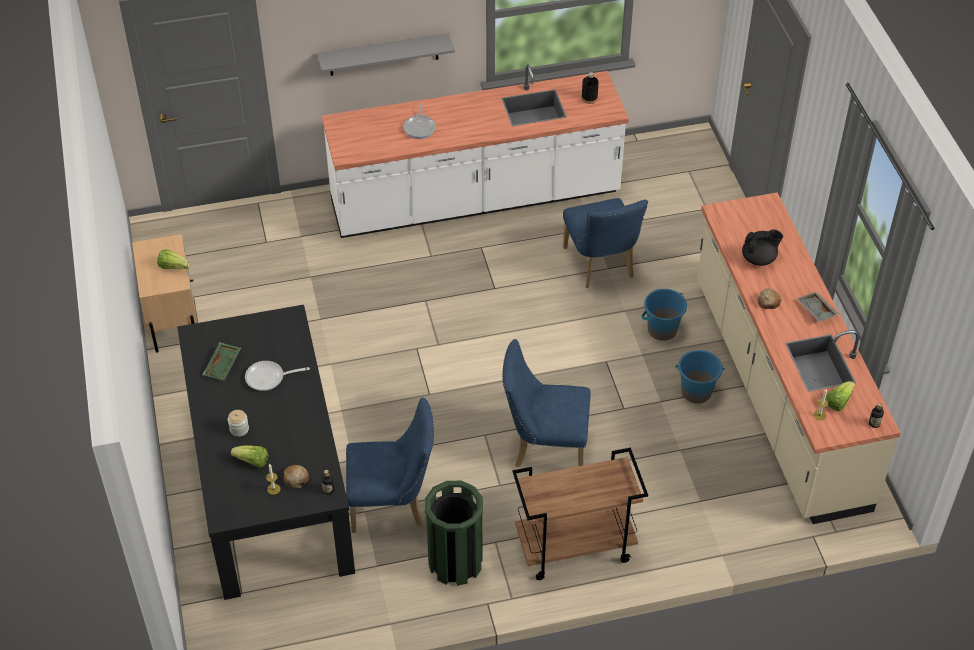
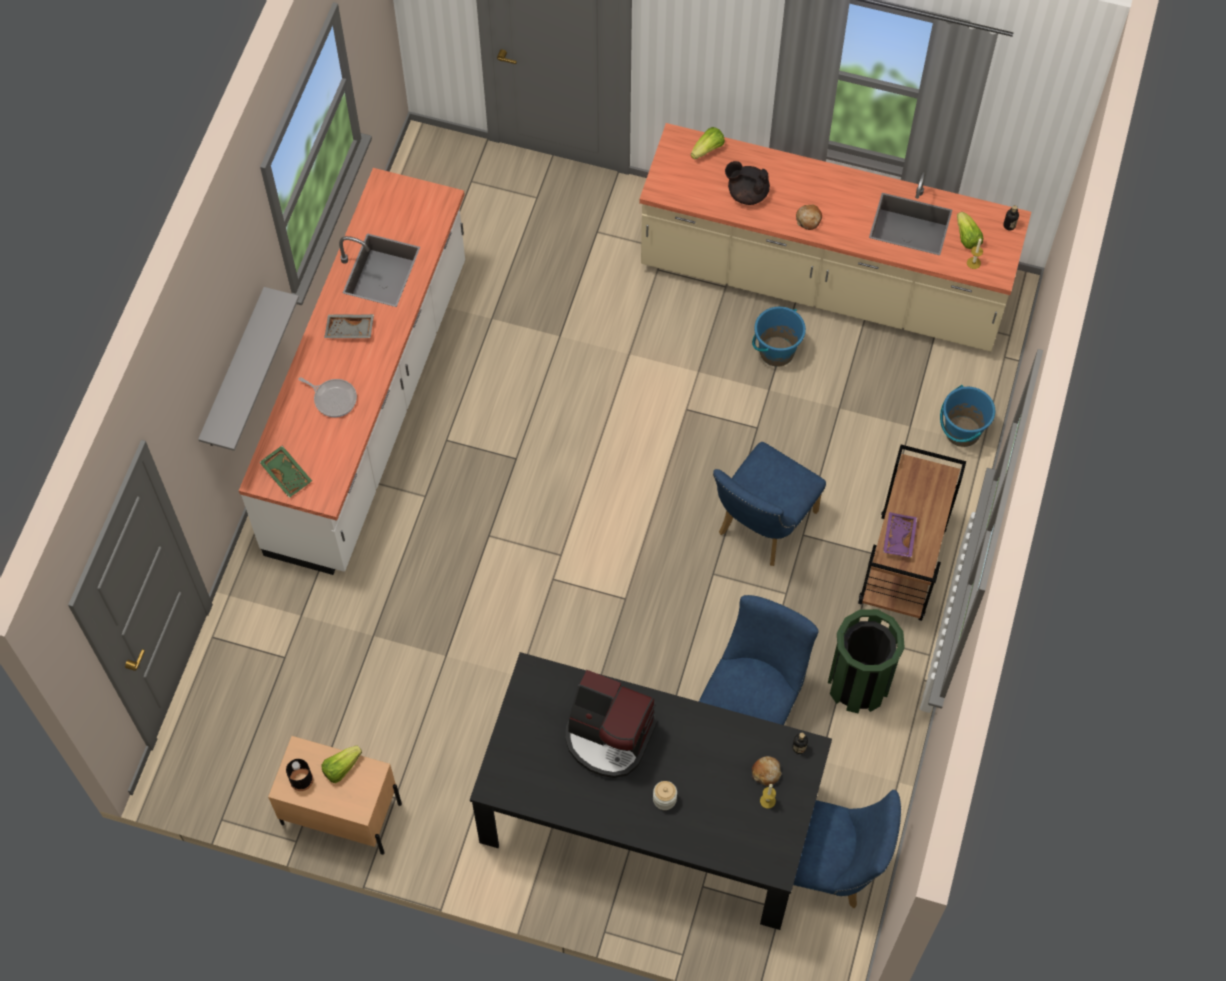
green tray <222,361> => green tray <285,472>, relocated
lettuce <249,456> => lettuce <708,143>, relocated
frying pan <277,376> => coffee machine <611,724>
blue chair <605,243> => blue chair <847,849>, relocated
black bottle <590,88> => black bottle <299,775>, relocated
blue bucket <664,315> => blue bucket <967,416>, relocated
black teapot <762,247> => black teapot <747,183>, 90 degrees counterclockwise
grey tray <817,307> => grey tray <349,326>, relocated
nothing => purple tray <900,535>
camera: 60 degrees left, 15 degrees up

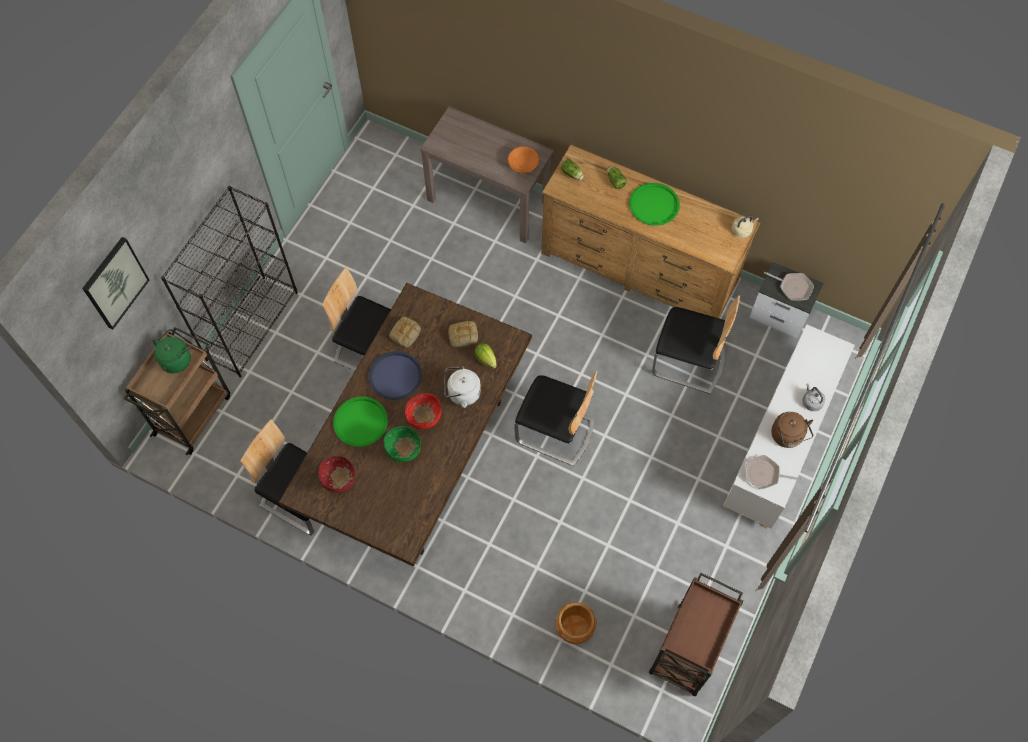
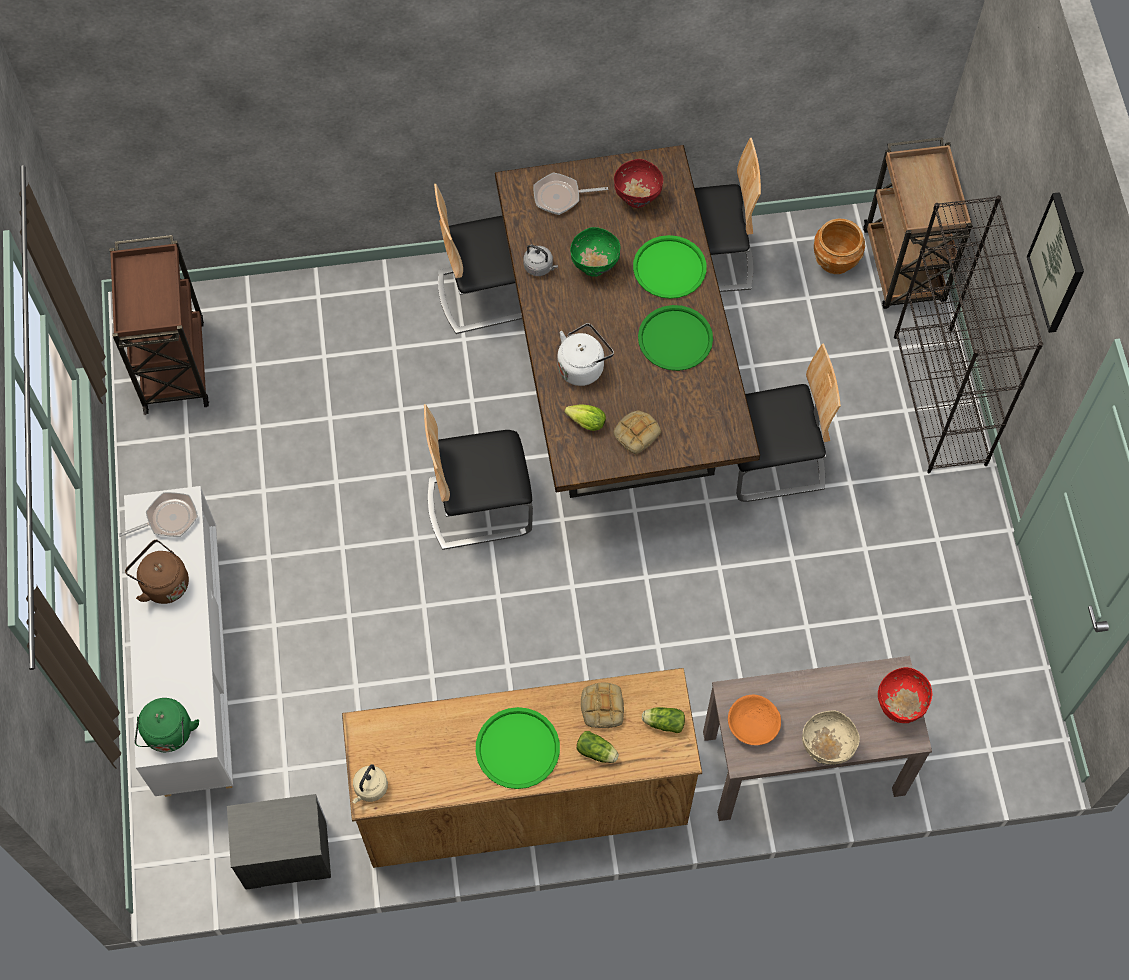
picture <116,283> => picture <1055,262>, relocated
green kettle <172,351> => green kettle <167,725>, relocated
blue tray <395,375> => green tray <675,338>
bread <405,332> => bread <602,705>, relocated
red bowl <423,411> => red bowl <905,695>, relocated
brown planter <576,623> => brown planter <839,246>, relocated
chair <696,345> => chair <478,259>, relocated
frying pan <789,286> => frying pan <570,193>, relocated
grey kettle <813,397> => grey kettle <540,260>, relocated
nothing => beige bowl <831,737>
camera: 145 degrees right, 0 degrees up

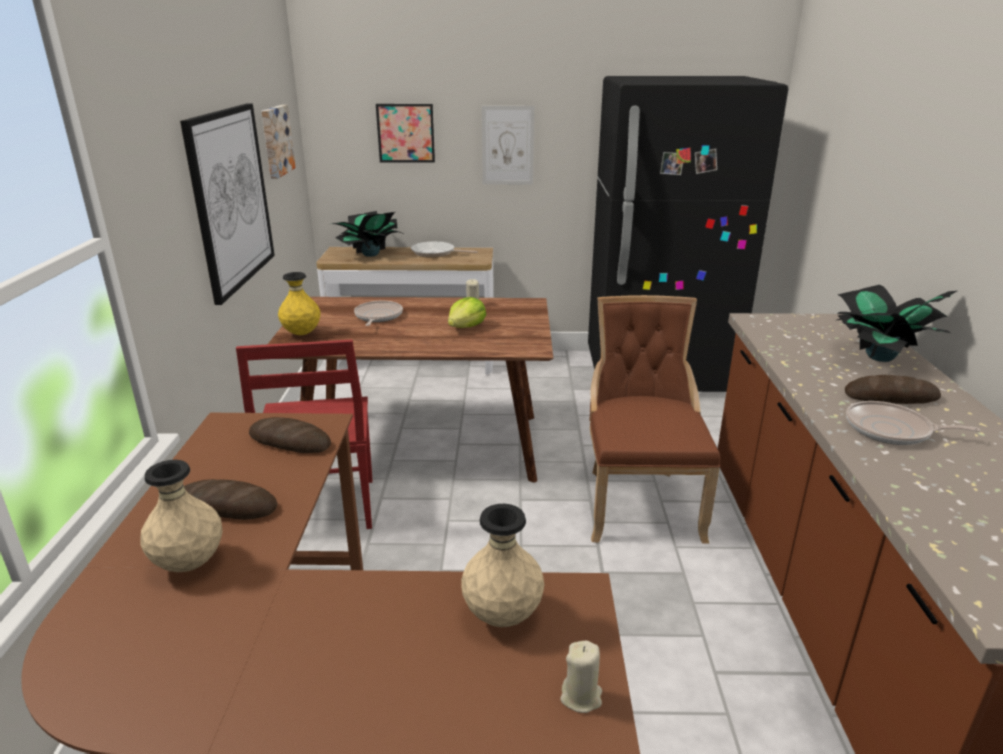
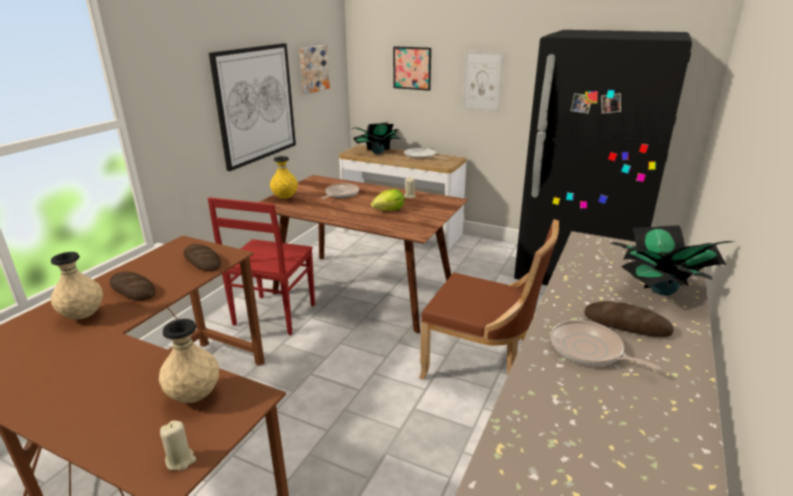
brown chair <654,419> => brown chair <489,299>, 90 degrees clockwise
camera: 25 degrees right, 0 degrees up

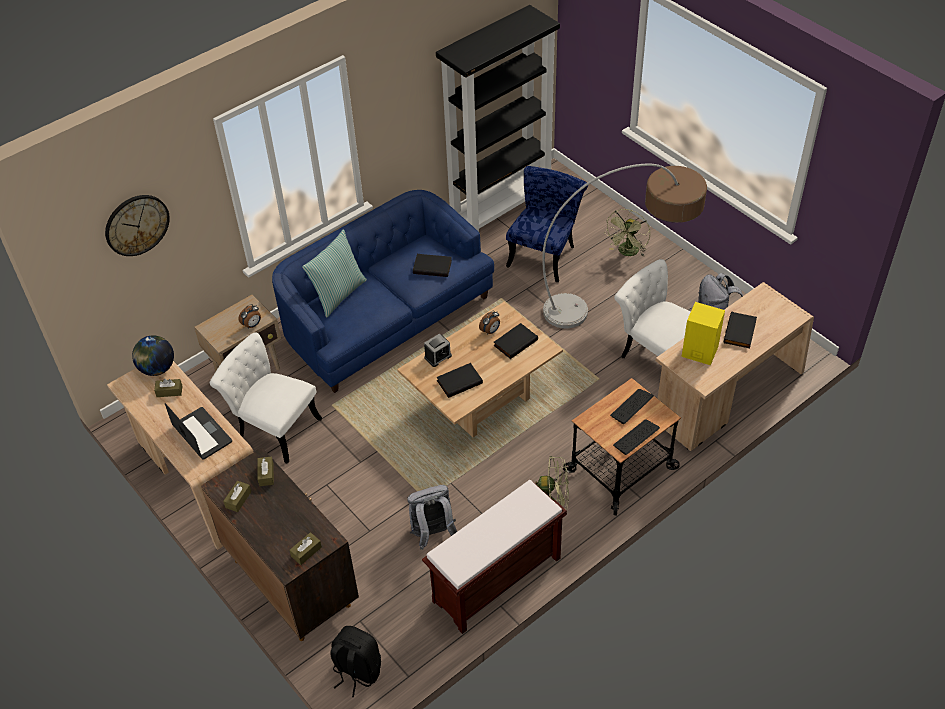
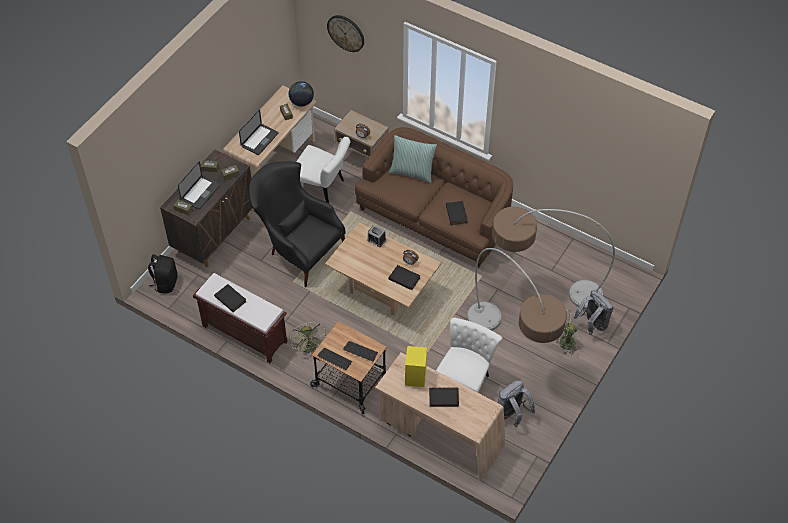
white chair <266,398> => white chair <323,170>, 105 degrees clockwise
blue sofa <383,291> => brown sofa <434,197>
grey backpack <432,517> => grey backpack <594,313>, relocated
black bookcase <498,118> => nothing
black book <460,380> => black book <230,298>, relocated
blue chair <547,224> => floor lamp <553,258>
nothing => laptop <199,185>
nothing => black armchair <297,224>
camera: 70 degrees right, 5 degrees up

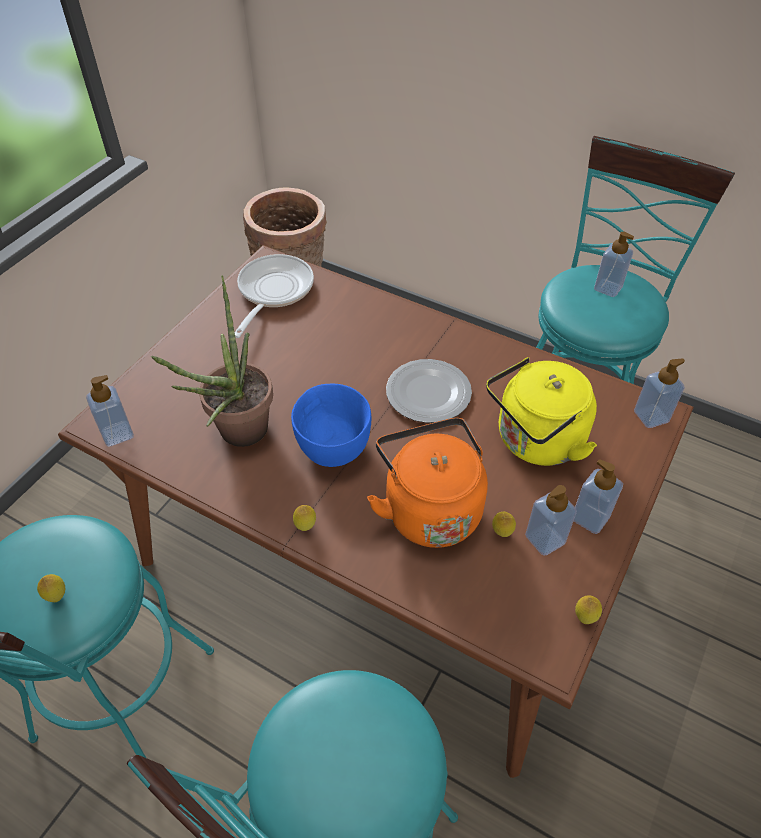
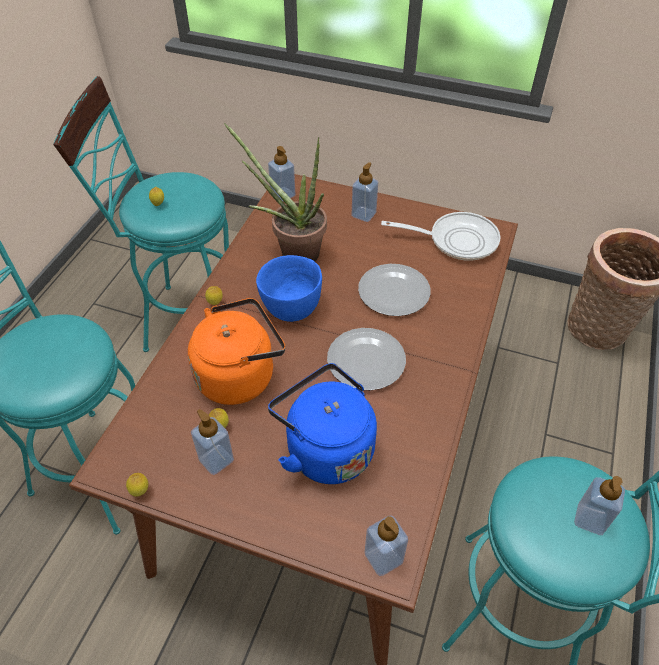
yellow kettle <541,411> => blue kettle <322,423>
soap dispenser <598,496> => soap dispenser <364,192>, relocated
nothing => plate <394,290>
camera: 80 degrees right, 0 degrees up

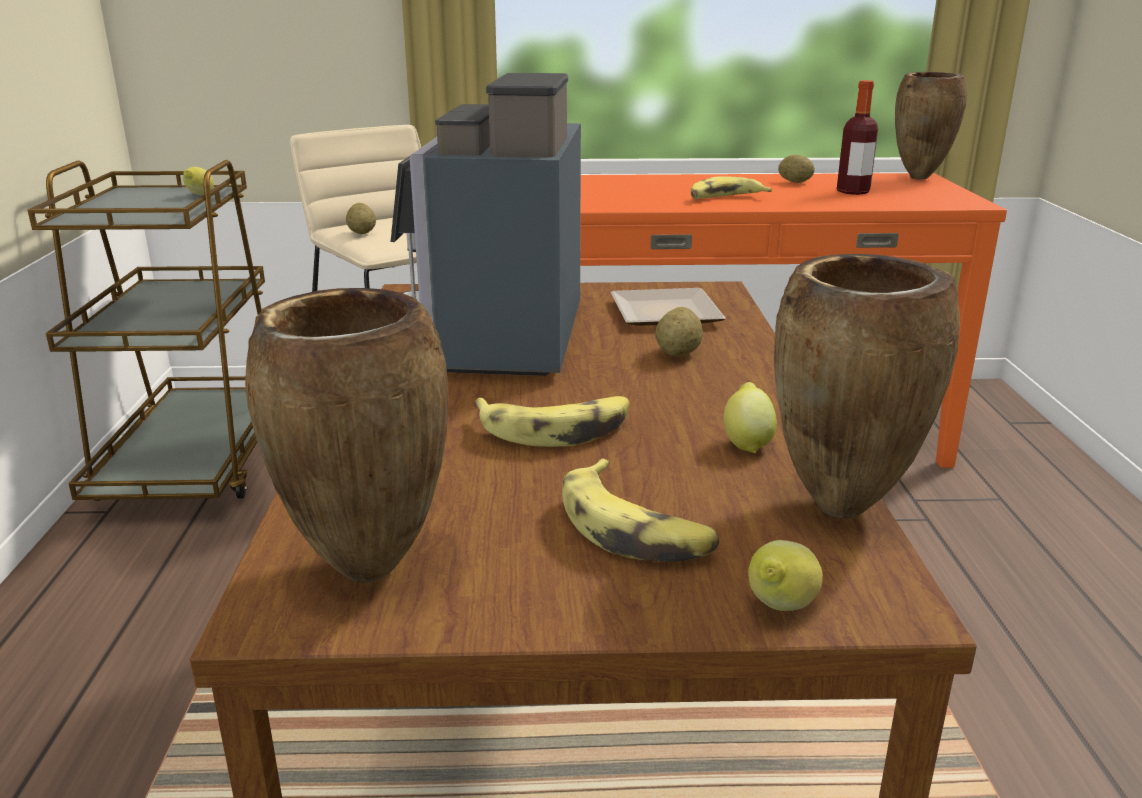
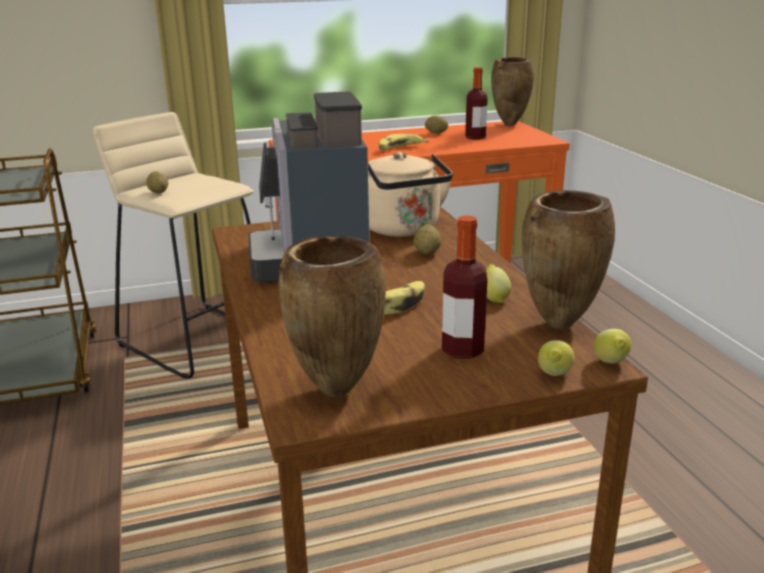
lemon <198,181> => lemon <612,346>, relocated
banana <641,510> => bottle <464,287>
plate <668,307> => beige kettle <410,194>
camera: 15 degrees left, 0 degrees up

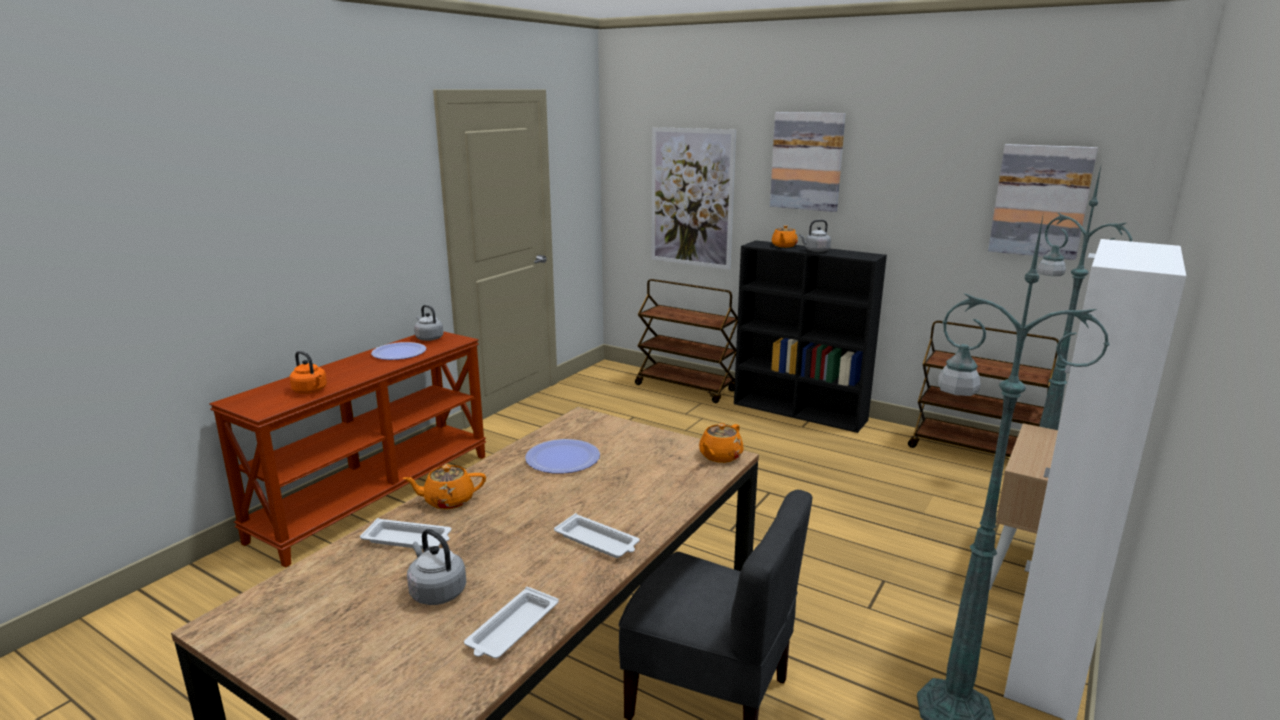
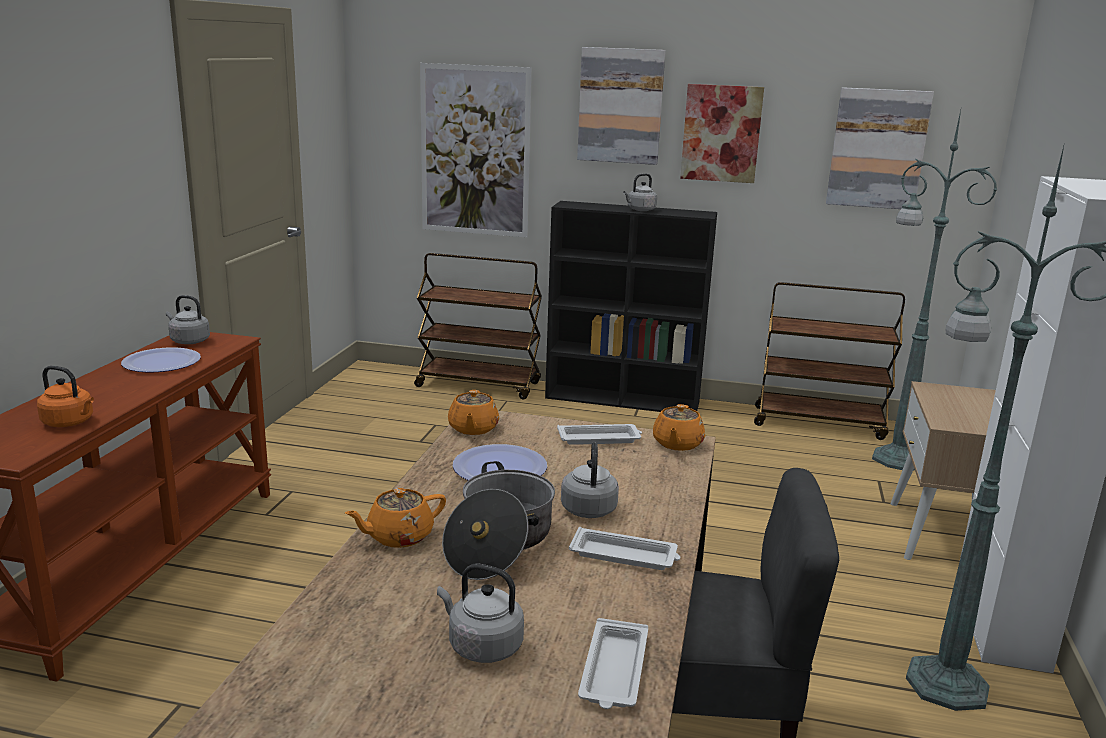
white tray <406,533> => white tray <599,434>, relocated
orange teapot <785,236> => orange teapot <473,412>, relocated
nothing => cooking pot <498,520>
nothing => grey kettle <590,480>
nothing => picture <722,133>
camera: 20 degrees left, 0 degrees up

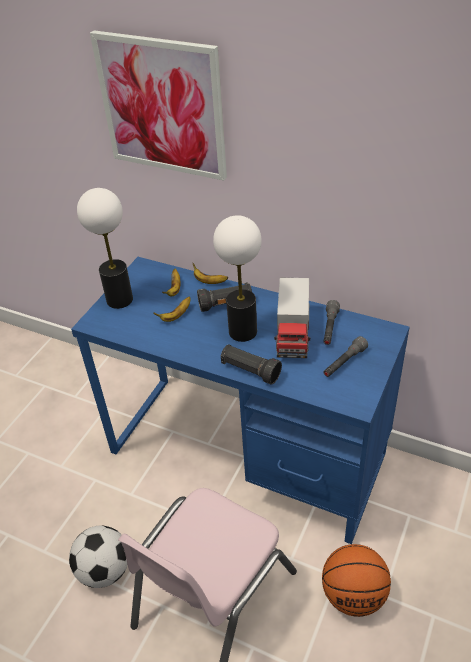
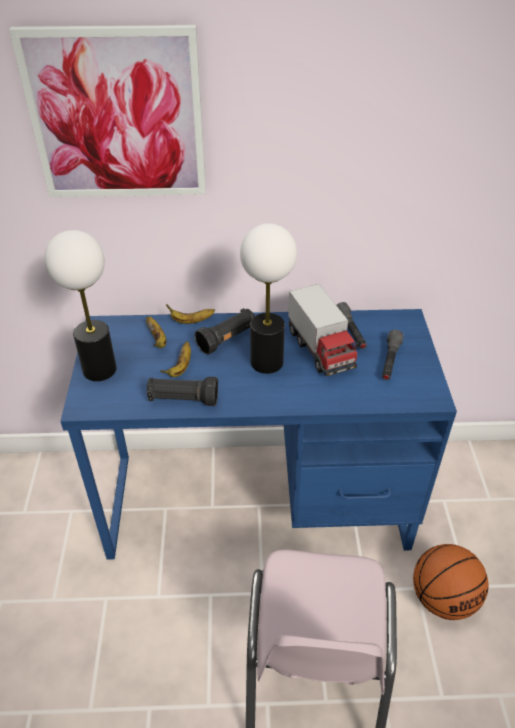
football <98,556> => nothing
black flashlight <251,364> => black flashlight <182,391>, relocated
camera: 30 degrees left, 0 degrees up

